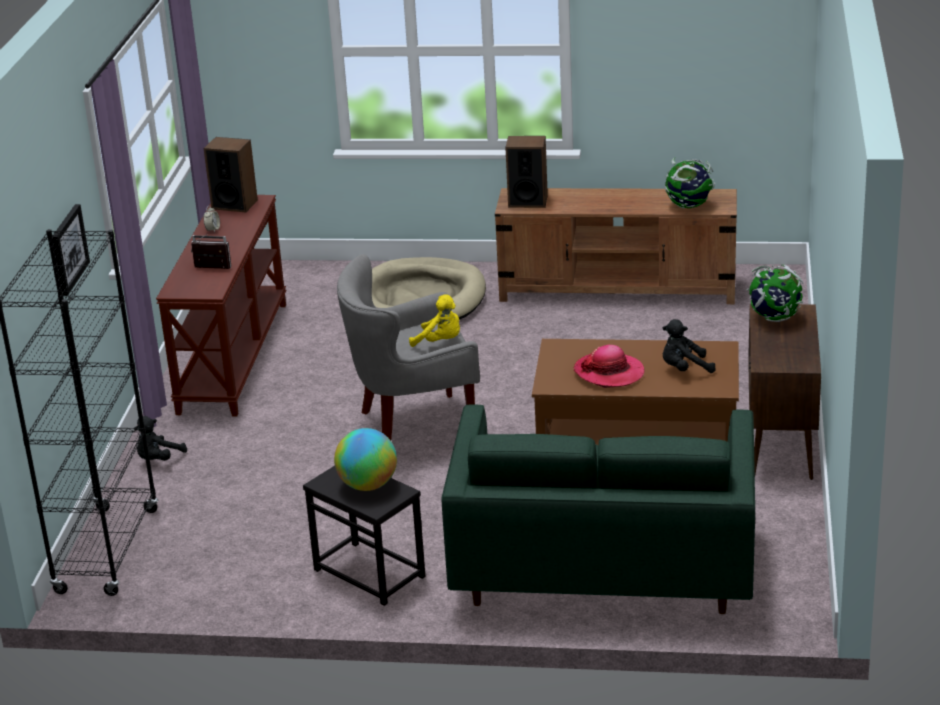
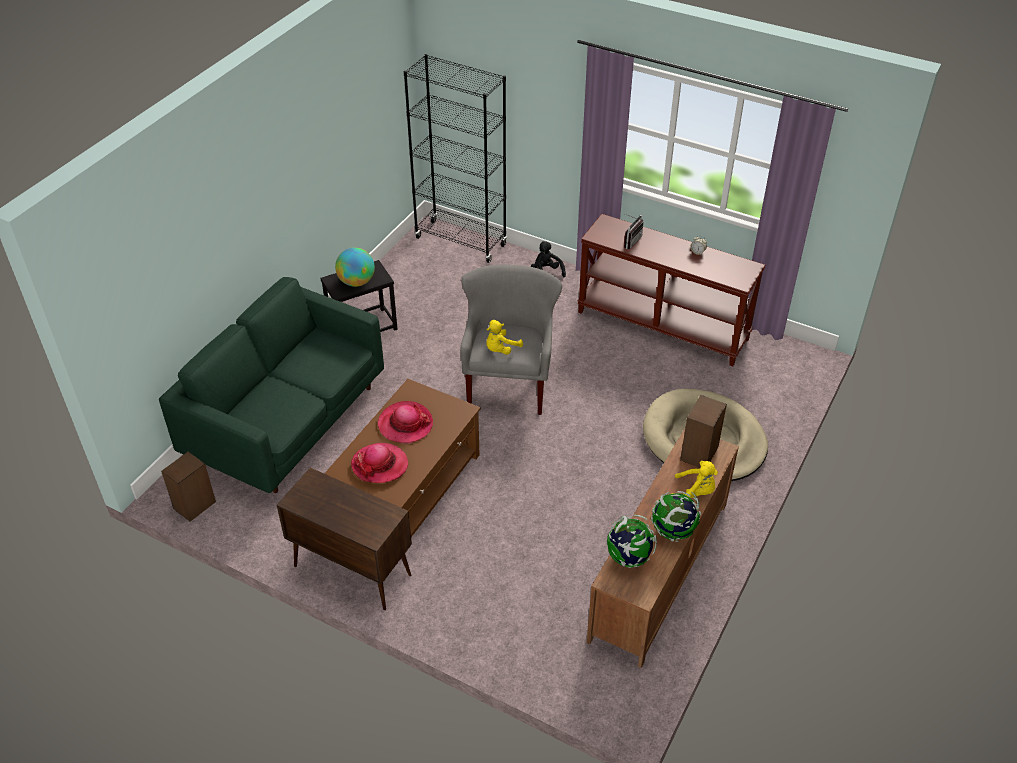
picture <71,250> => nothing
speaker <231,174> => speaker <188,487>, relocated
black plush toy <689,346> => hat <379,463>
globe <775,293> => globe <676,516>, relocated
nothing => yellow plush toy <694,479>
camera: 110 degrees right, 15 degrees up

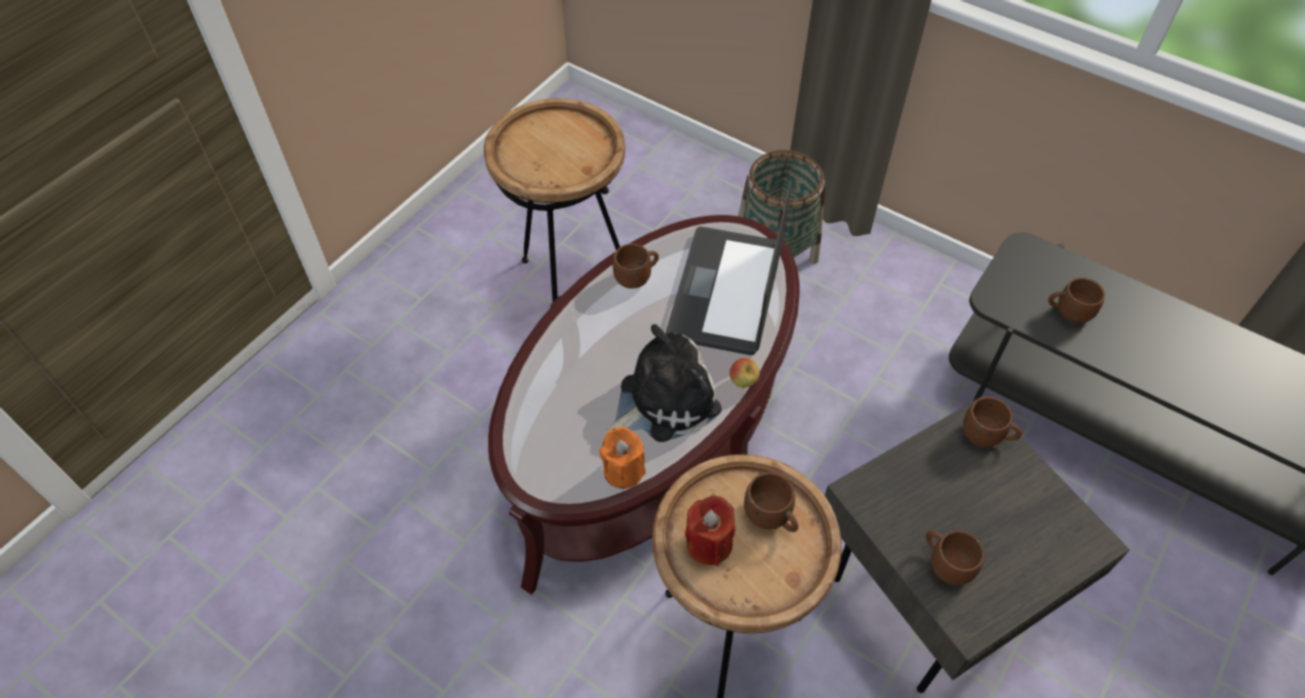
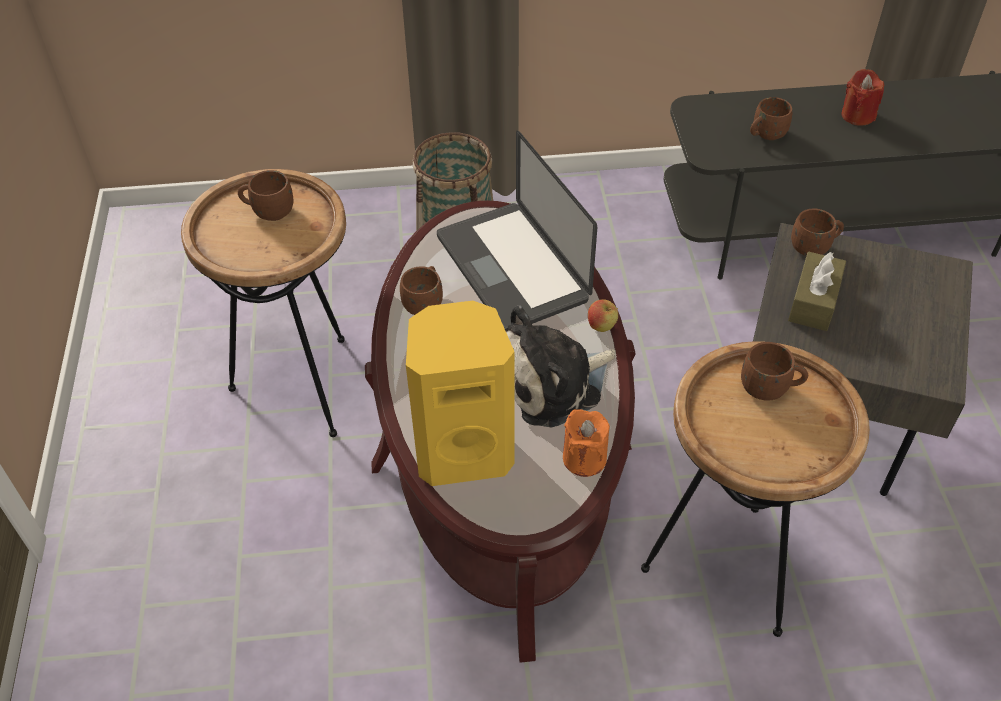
plush toy <663,383> => plush toy <560,366>, 135 degrees counterclockwise
red candle <710,531> => red candle <862,97>, relocated
brown mug <955,557> => brown mug <266,195>, relocated
nothing => yellow speaker <460,393>
nothing => brown tissue box <817,291>
camera: 40 degrees left, 5 degrees down

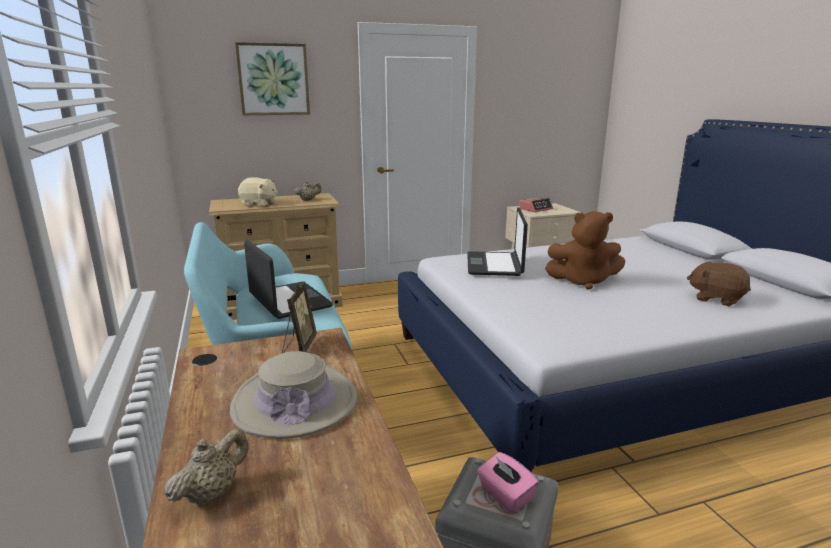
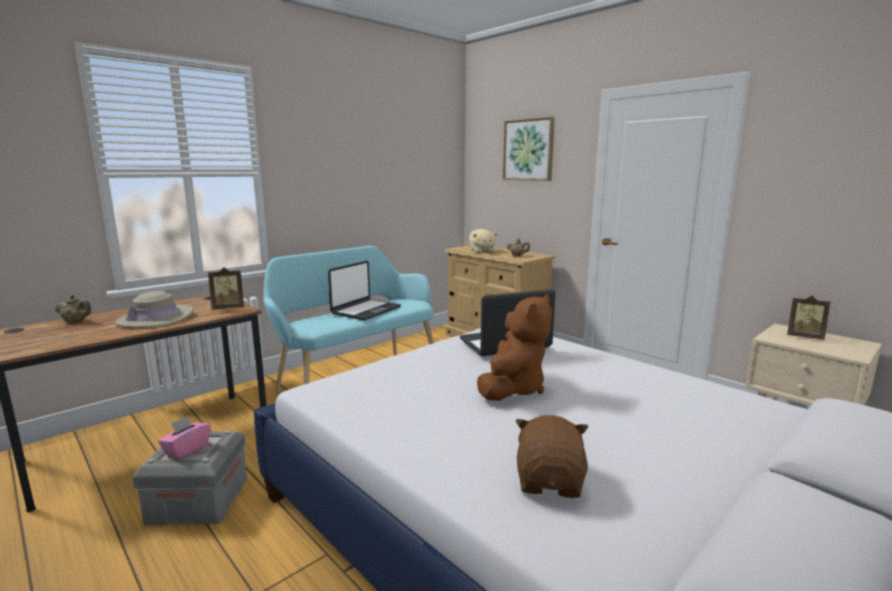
alarm clock <536,205> => picture frame <808,318>
brown plush toy <585,250> => brown plush toy <514,347>, 135 degrees counterclockwise
camera: 65 degrees right, 5 degrees down

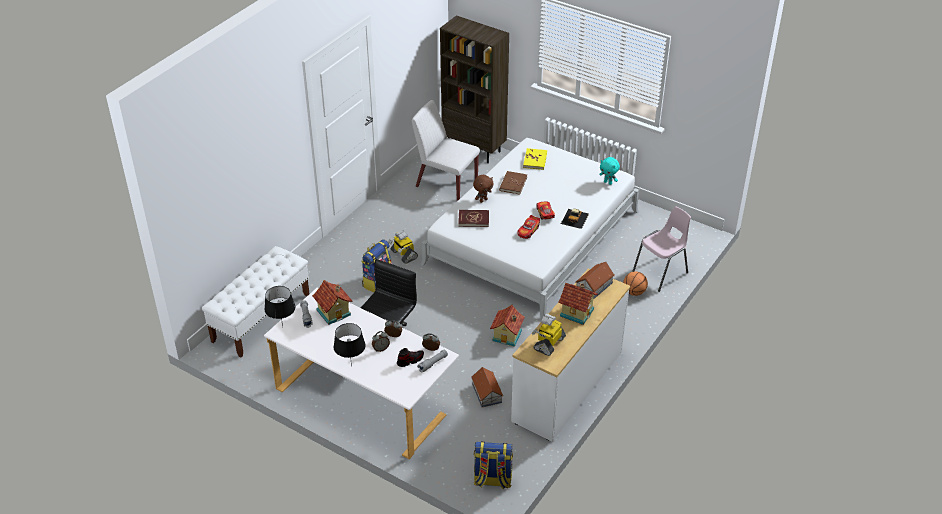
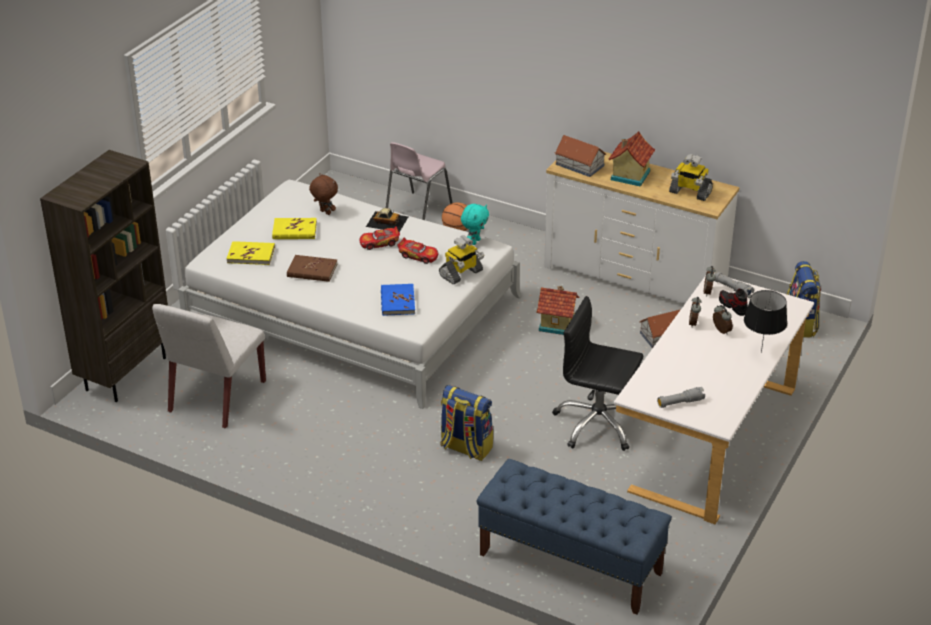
white bench <256,302> => blue bench <574,537>
black table lamp <279,306> => nothing
toy house <332,302> => nothing
toy robot <403,247> => toy robot <461,260>, relocated
red book <473,218> => blue book <398,300>
brown plush toy <483,189> => brown plush toy <323,194>, relocated
turquoise plush toy <609,171> => turquoise plush toy <475,224>, relocated
pink chair <661,249> => pink chair <419,181>, 105 degrees counterclockwise
nothing => yellow book <294,228>
camera: 95 degrees left, 5 degrees down

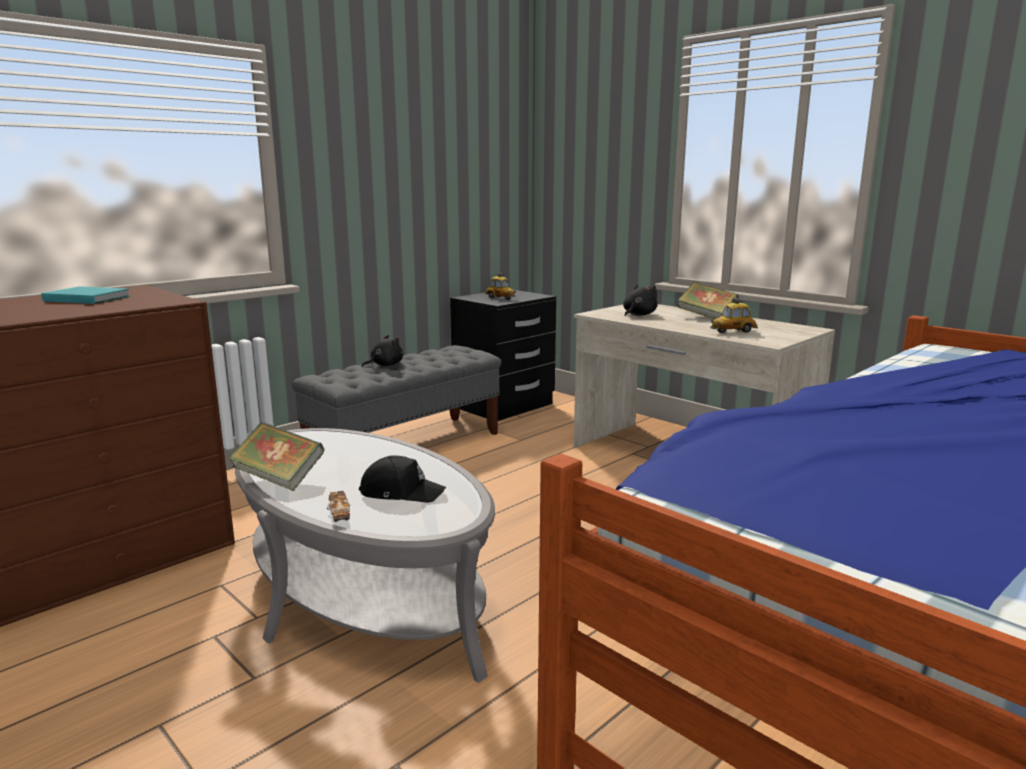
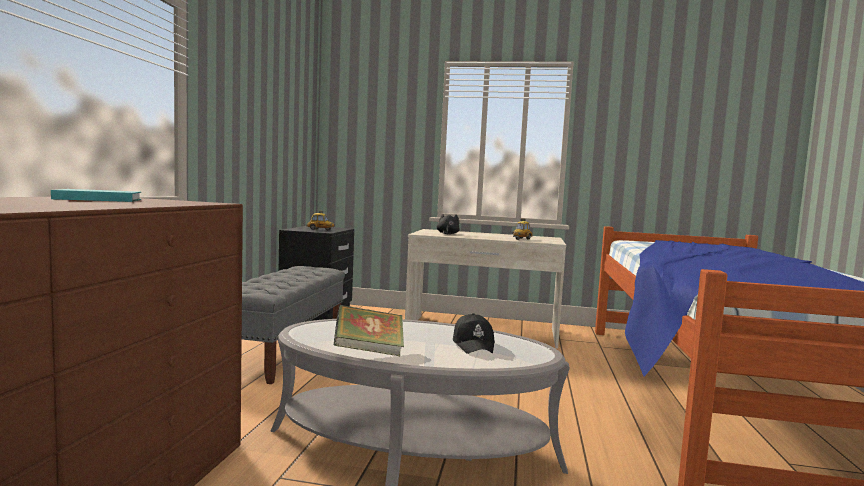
toy car <338,506> => nothing
black cap <402,479> => black cap <474,333>, 105 degrees clockwise
black plush toy <382,351> => nothing
book <707,300> => nothing
camera: 35 degrees left, 10 degrees down

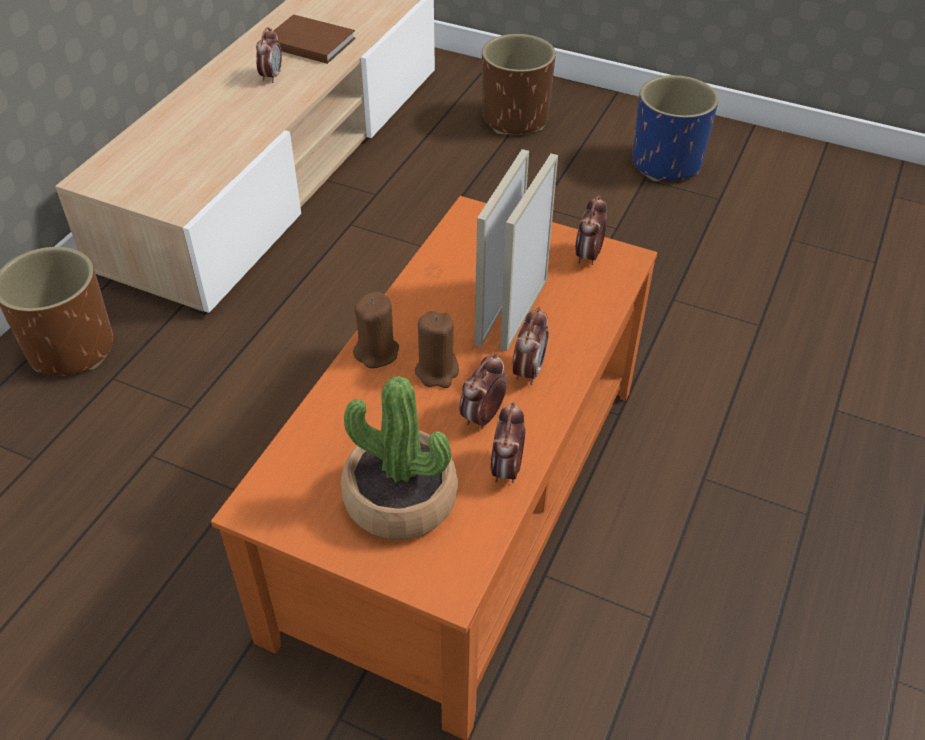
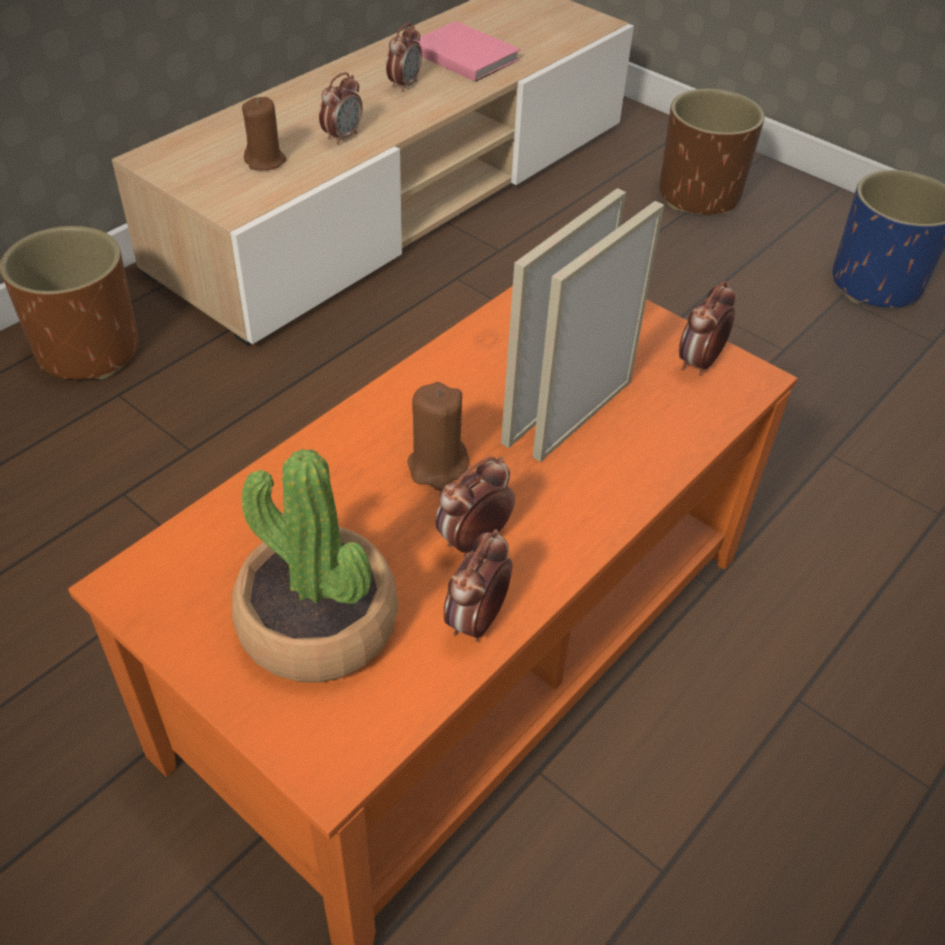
brown book <313,39> => pink book <467,51>
brown candle <376,330> => brown candle <264,133>, relocated
alarm clock <531,346> => alarm clock <340,108>, relocated
camera: 15 degrees right, 0 degrees up

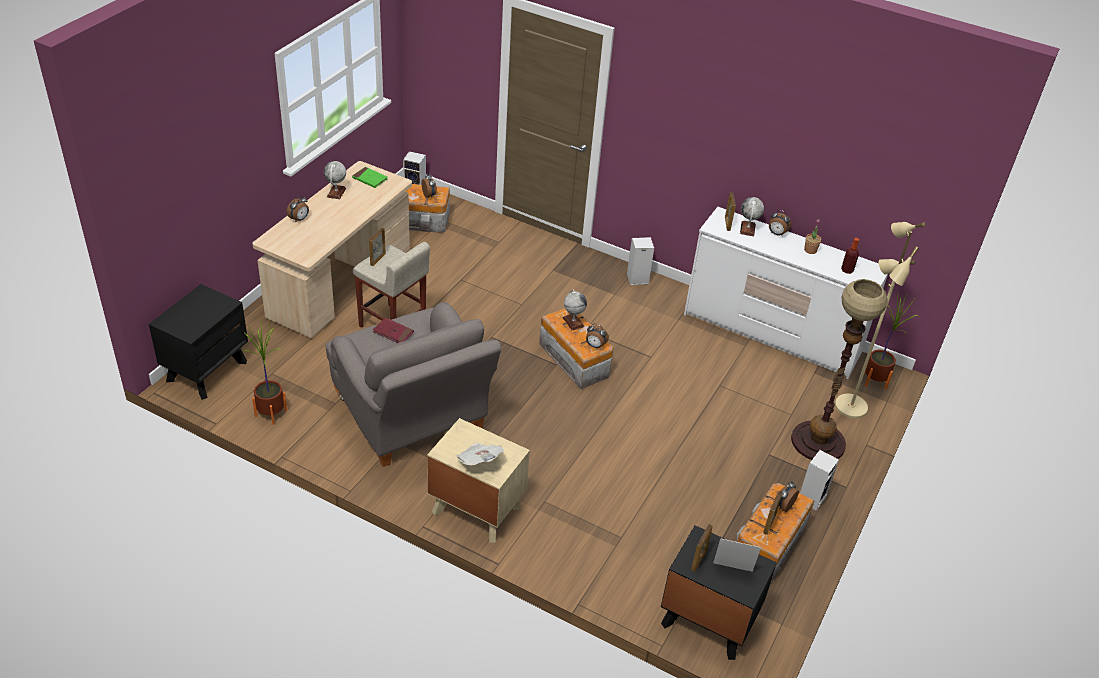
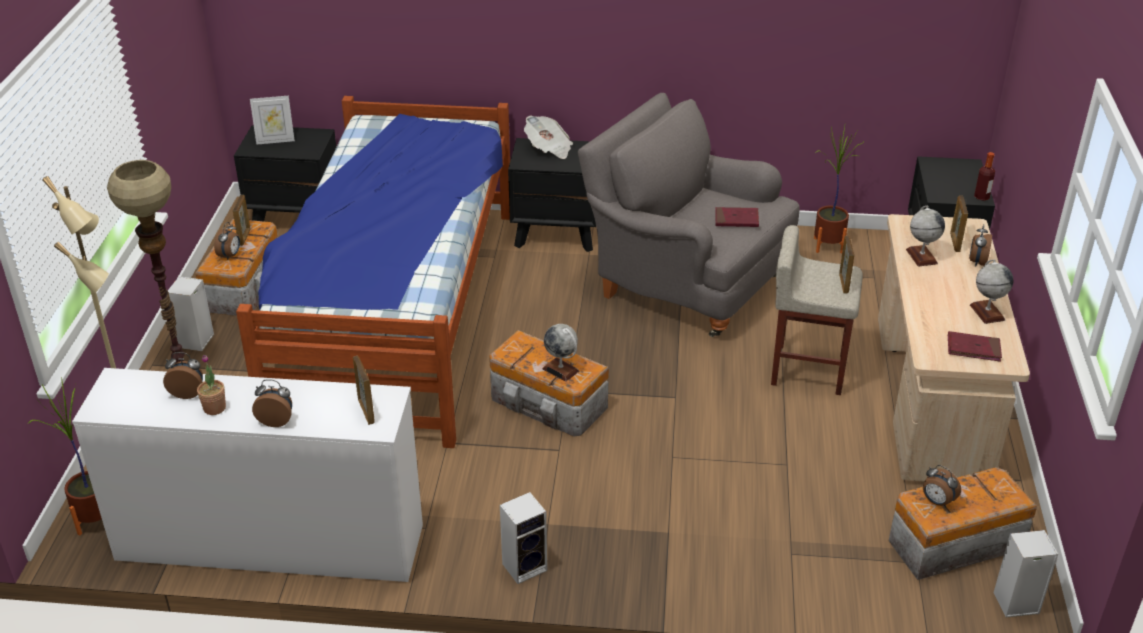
green book <370,177> => red book <975,346>
beige nightstand <478,480> => black nightstand <552,195>
alarm clock <597,336> => alarm clock <183,375>, relocated
picture frame <702,548> => picture frame <959,223>, relocated
globe <752,216> => globe <925,236>, relocated
bottle <850,256> => bottle <984,176>, relocated
nothing => bed <373,272>
camera: 160 degrees right, 5 degrees down

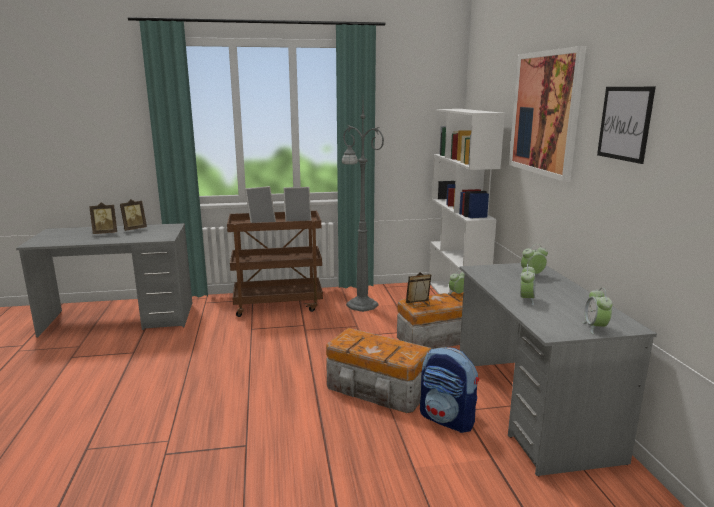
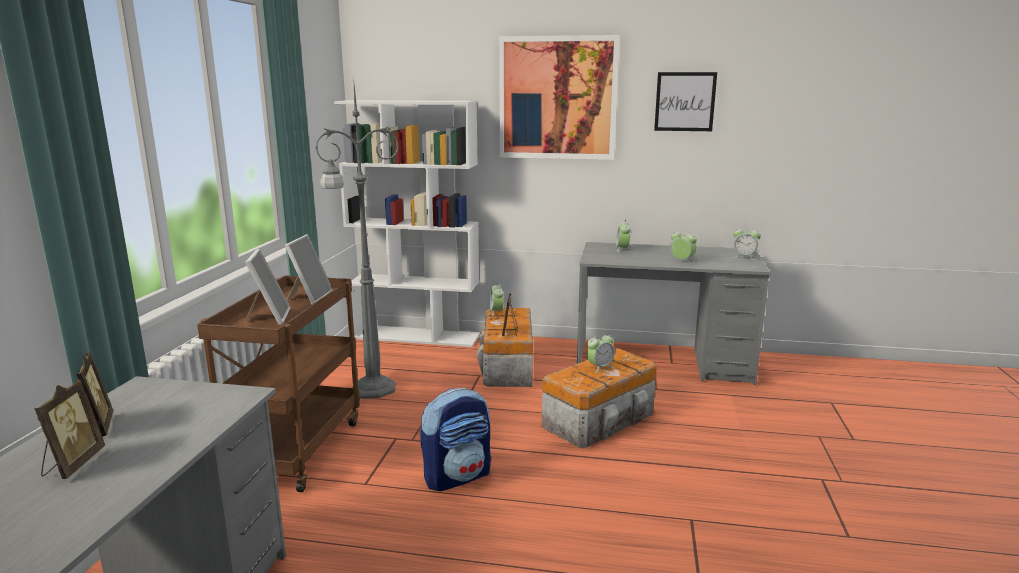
backpack <449,390> => backpack <455,439>, relocated
nothing => alarm clock <600,352>
camera: 70 degrees left, 0 degrees up

